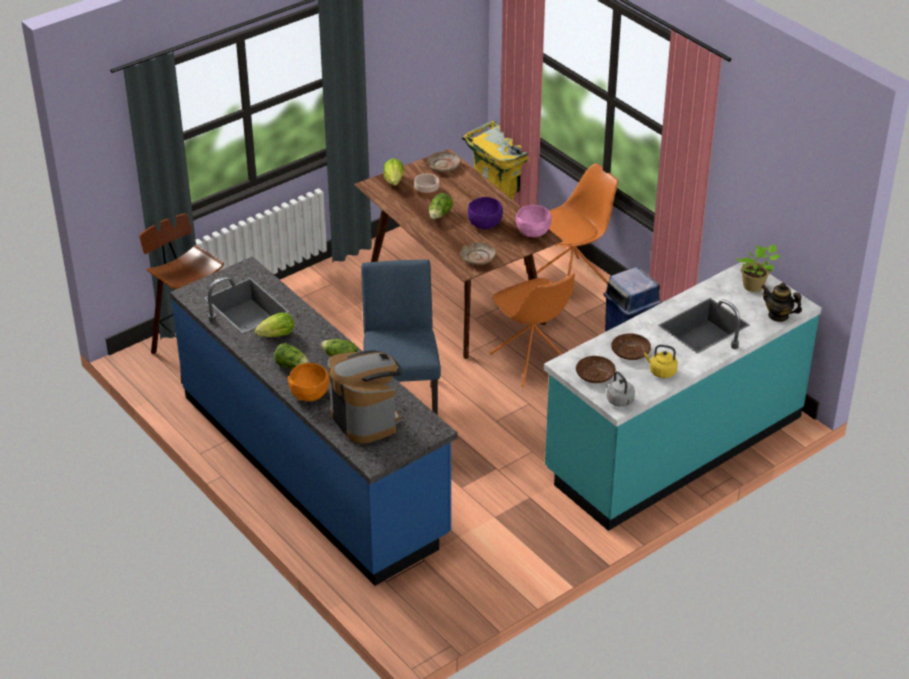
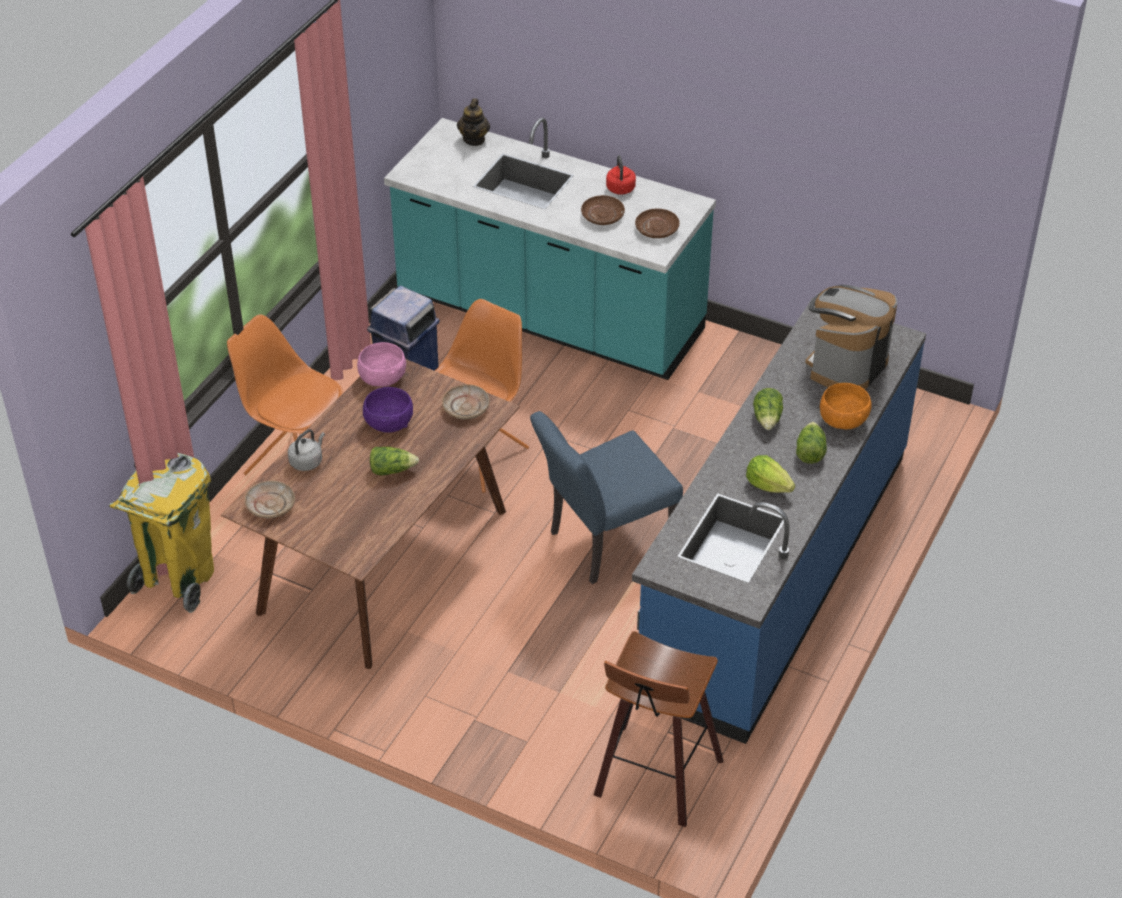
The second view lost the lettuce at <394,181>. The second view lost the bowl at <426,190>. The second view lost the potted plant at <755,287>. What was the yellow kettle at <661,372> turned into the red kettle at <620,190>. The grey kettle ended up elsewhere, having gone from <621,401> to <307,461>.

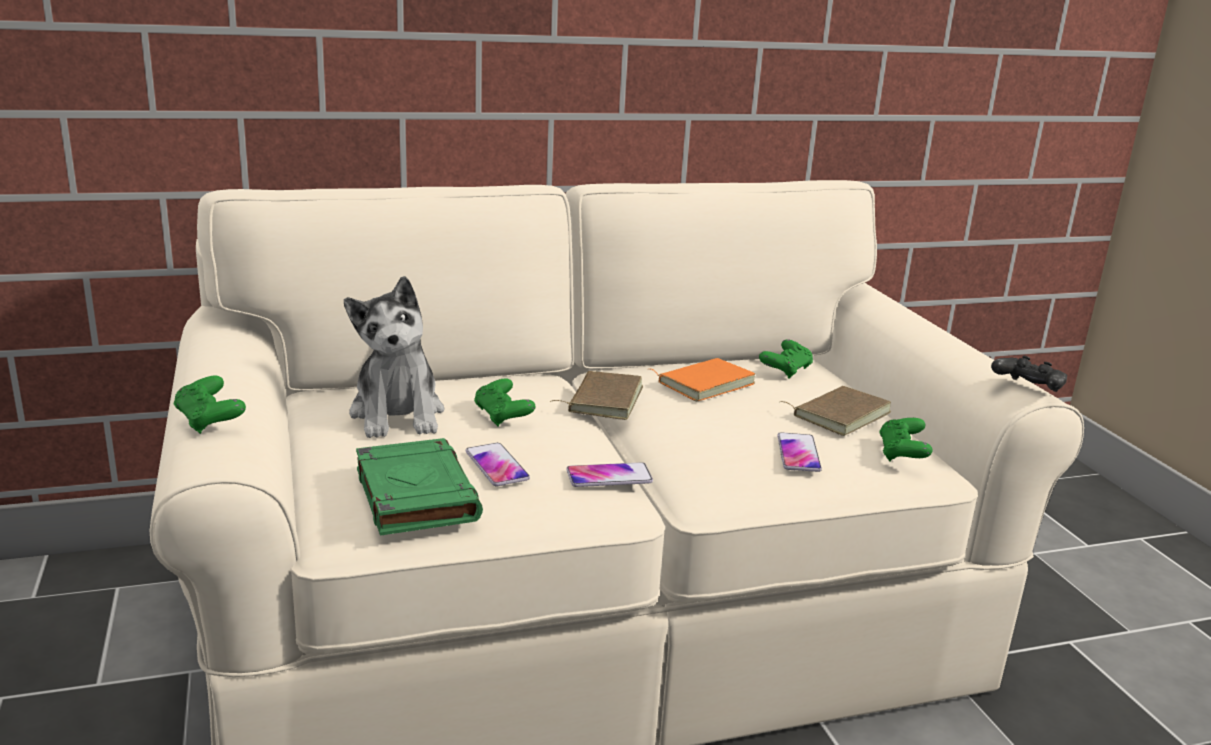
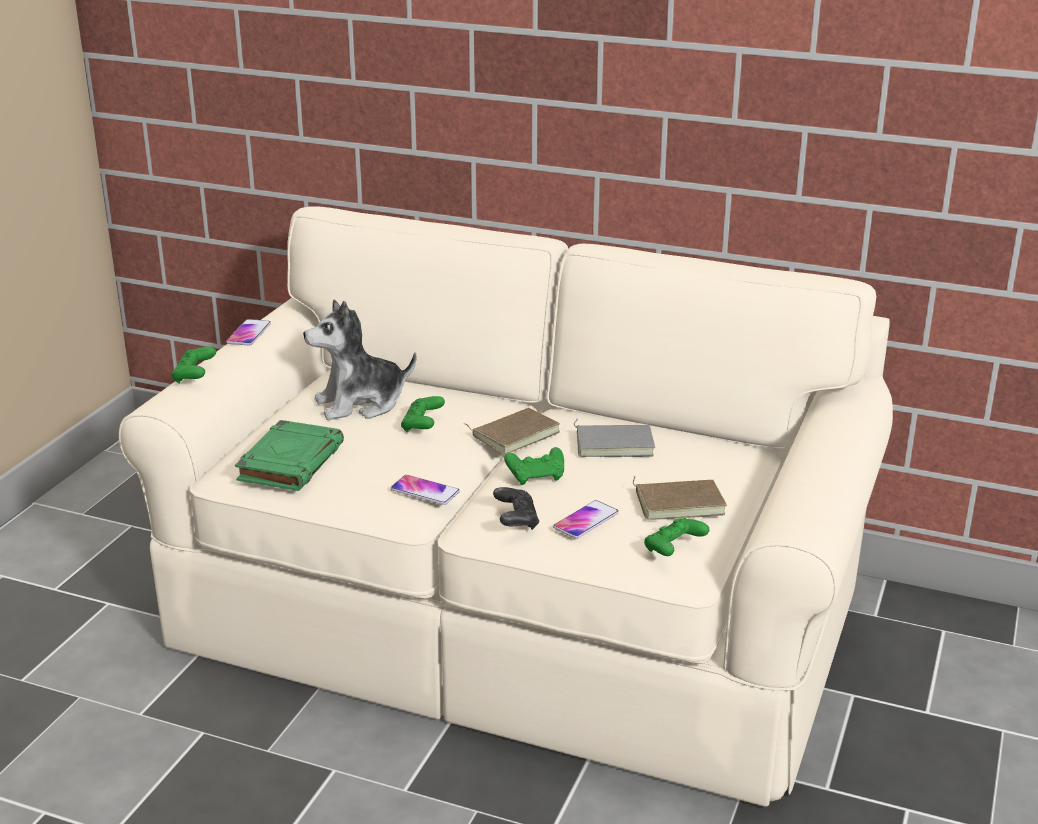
The plush toy at <398,414> ended up facing another way, 45 degrees clockwise from before. The green game controller ended up elsewhere, having gone from <786,370> to <536,477>. The black game controller ended up elsewhere, having gone from <1027,389> to <516,520>. What was the orange book at <704,383> turned into the grey book at <614,444>. The phone ended up elsewhere, having gone from <496,466> to <249,333>.

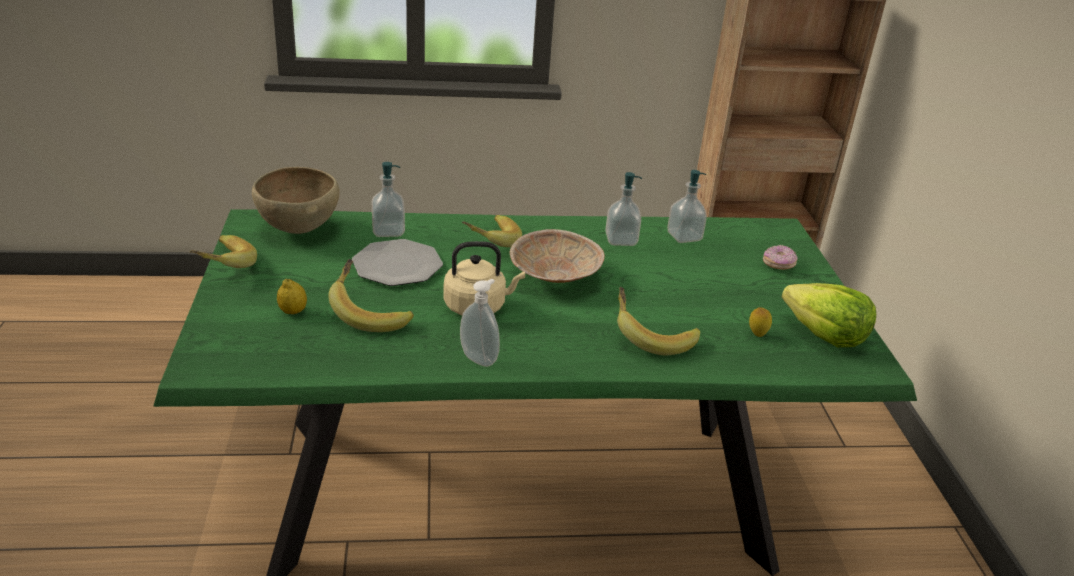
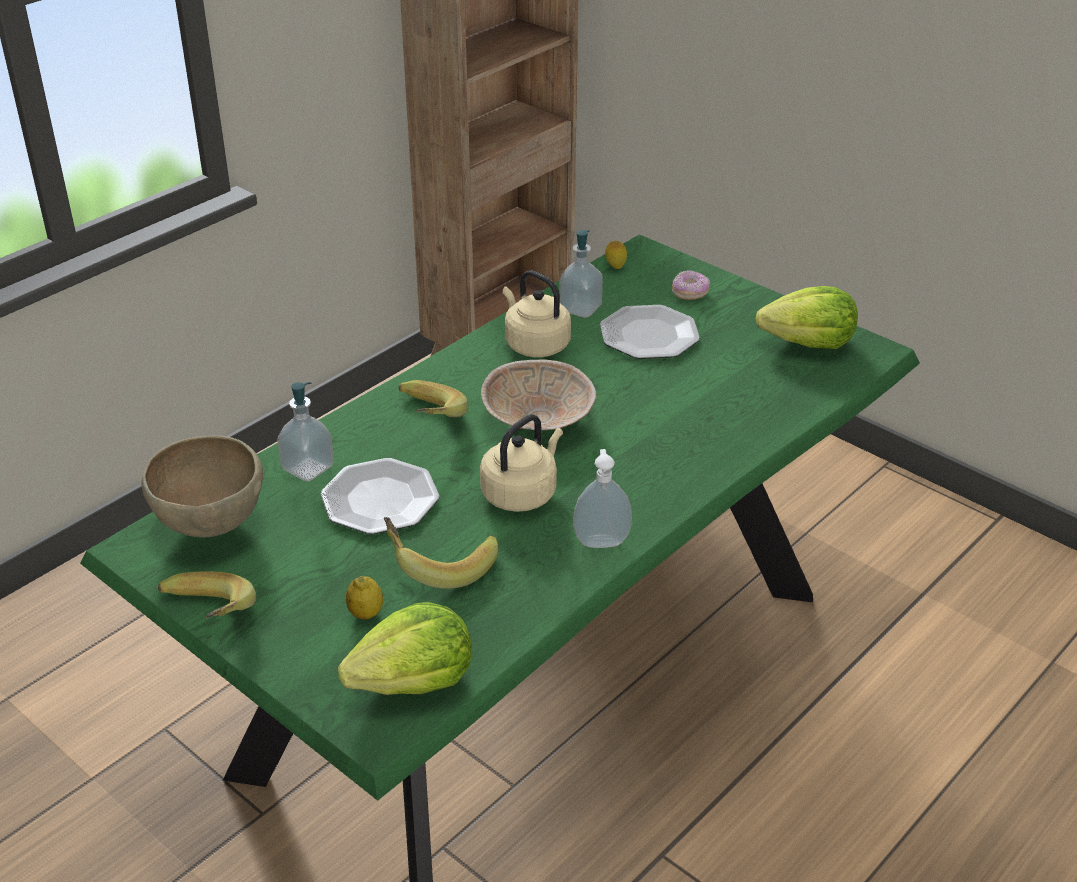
Where the soap dispenser stood at <621,240>, the beige kettle came to stand at <534,344>. The second view lost the banana at <651,337>. The lemon ended up elsewhere, having gone from <757,334> to <615,267>. The second view gained the plate at <649,335>. The second view gained the lettuce at <414,681>.

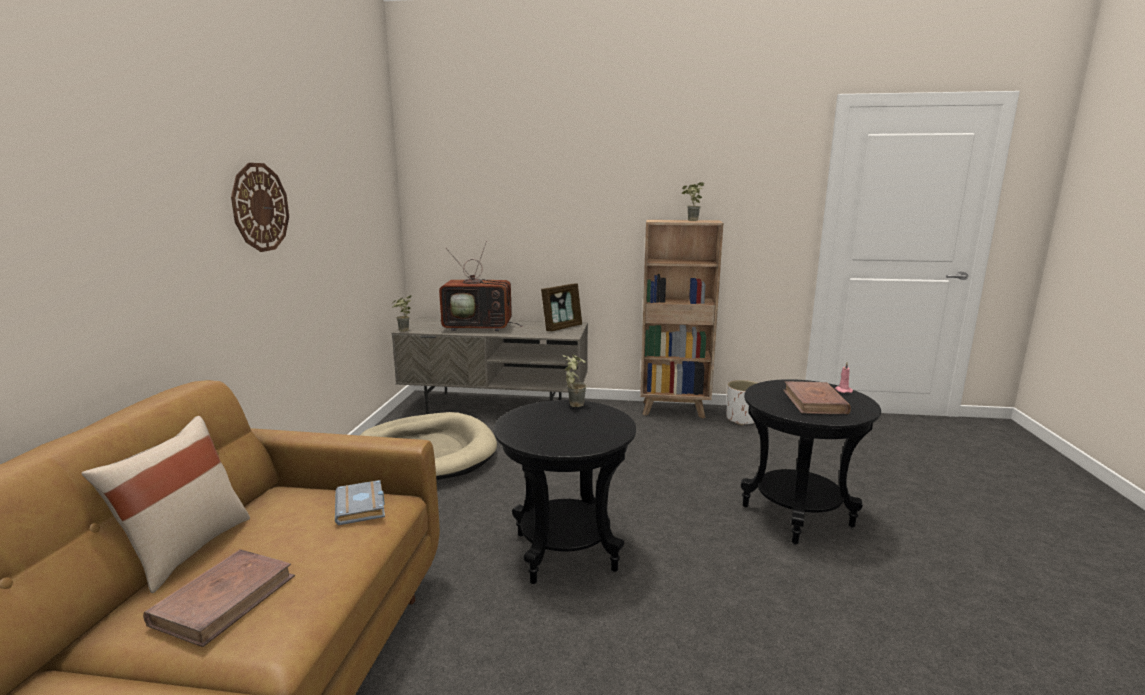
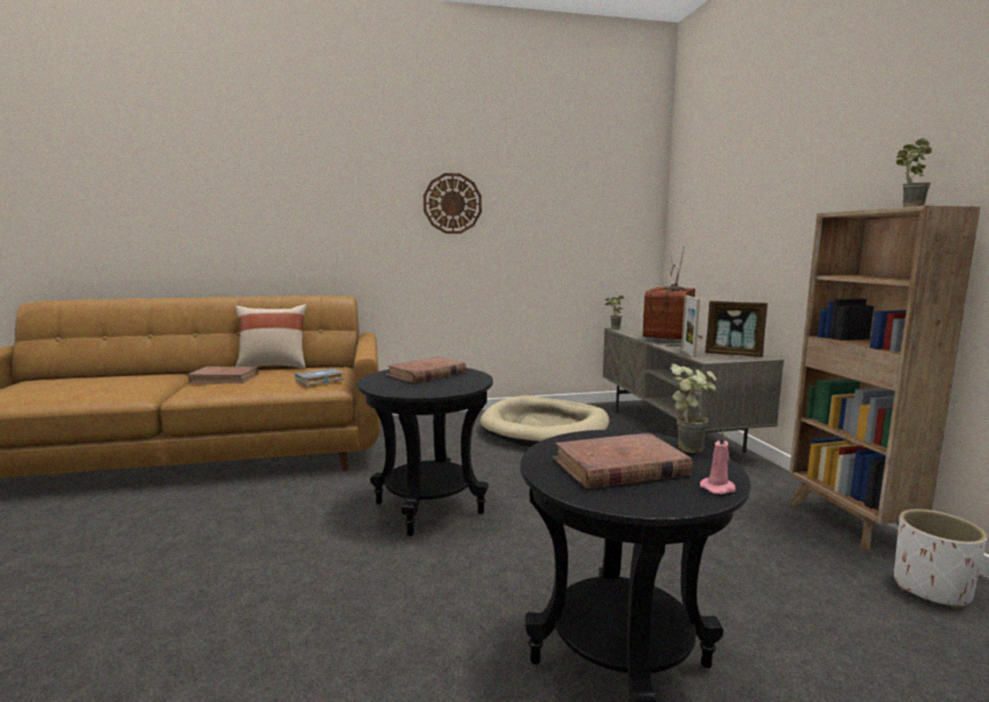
The television at <480,327> ended up facing another way, 45 degrees clockwise from before. The potted plant ended up elsewhere, having gone from <573,403> to <691,447>. The second view gained the picture frame at <688,353>. The second view gained the brown book at <426,374>.

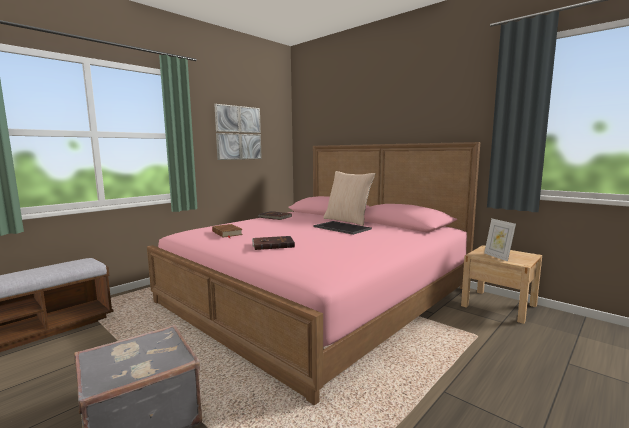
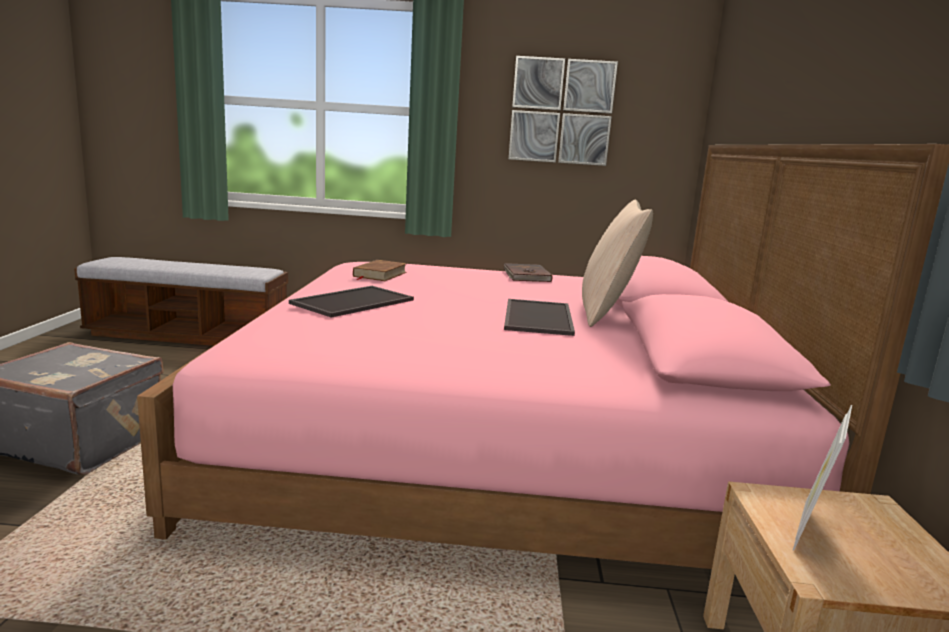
Where the brown book stood at <272,244>, the tray came to stand at <353,301>.

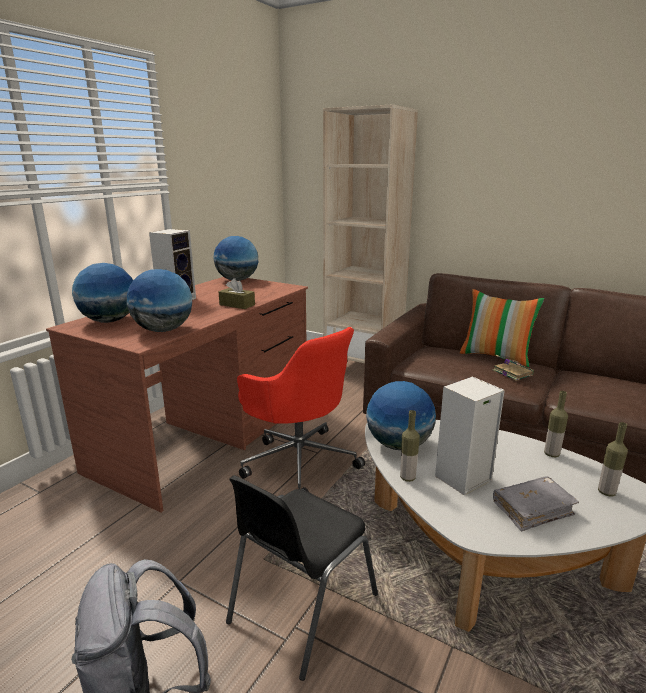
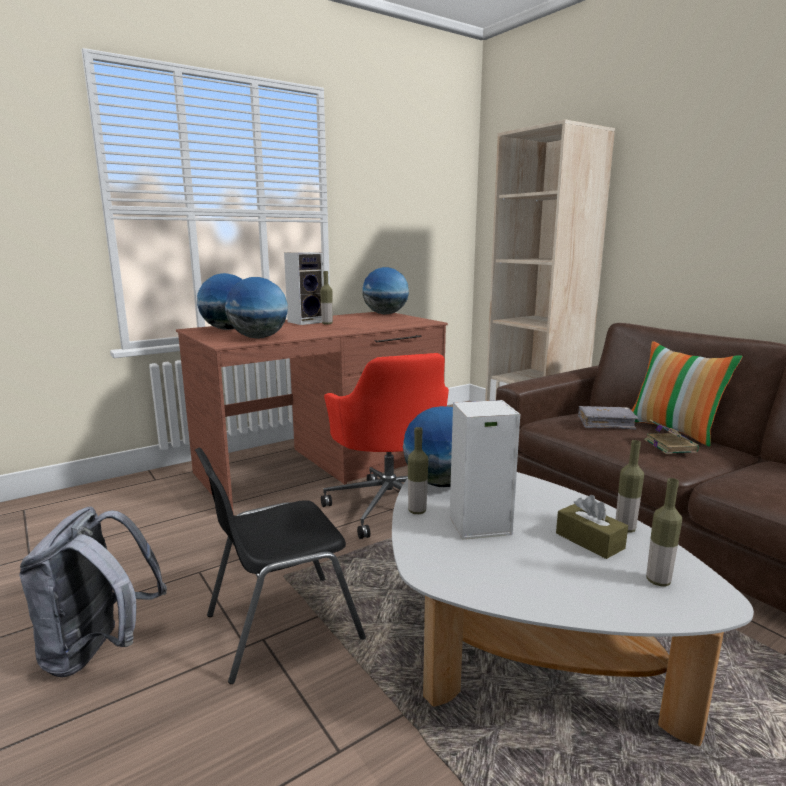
The brown tissue box ended up elsewhere, having gone from <237,305> to <589,541>. The grey book ended up elsewhere, having gone from <532,509> to <606,423>. The second view gained the bottle at <327,324>.

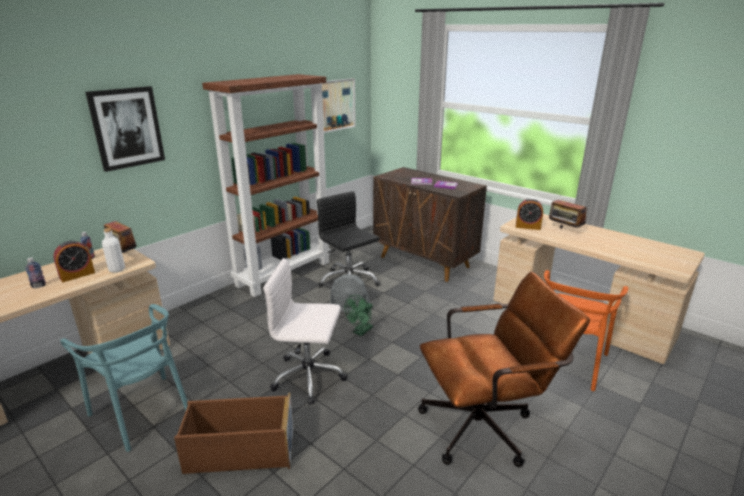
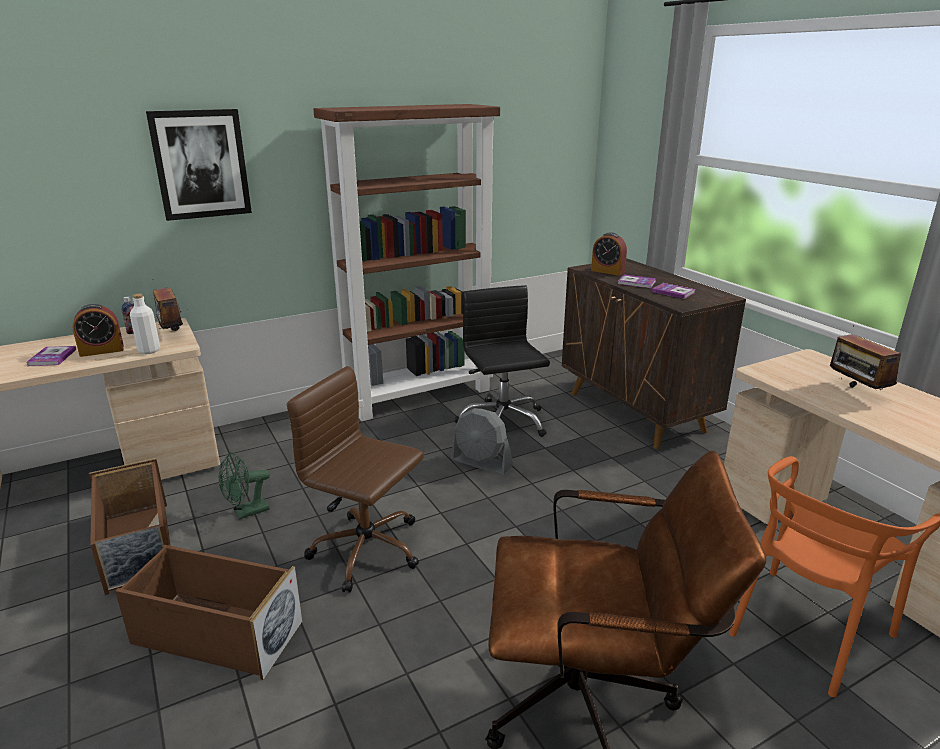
The second view lost the picture at <336,105>. The alarm clock ended up elsewhere, having gone from <528,227> to <607,271>. Where the bottle stood at <39,286>, the book came to stand at <52,357>. What was the white office chair at <310,377> turned into the brown office chair at <368,551>. The green fan ended up elsewhere, having gone from <360,331> to <246,512>. Where the turquoise chair stood at <143,412>, the brown storage box came to stand at <138,547>.

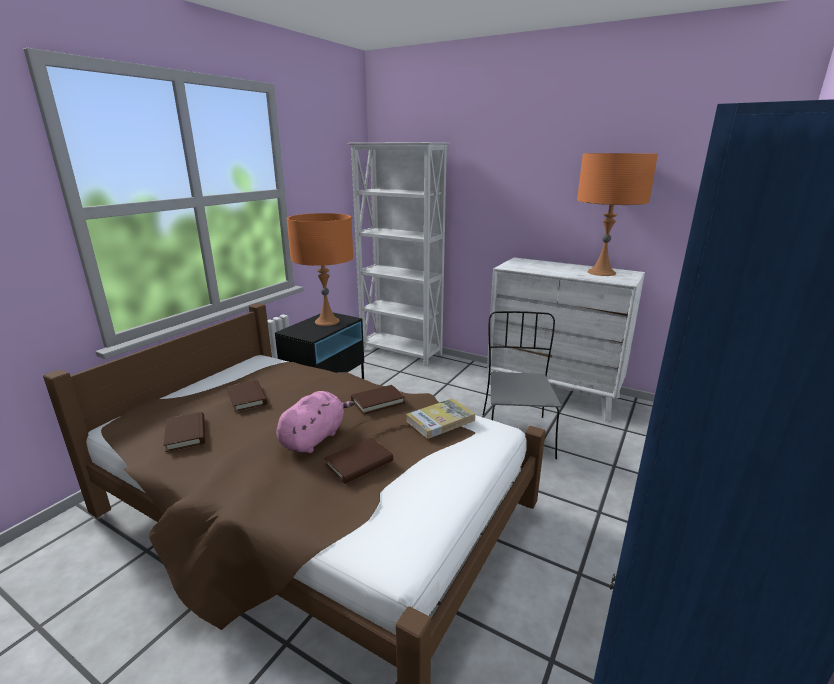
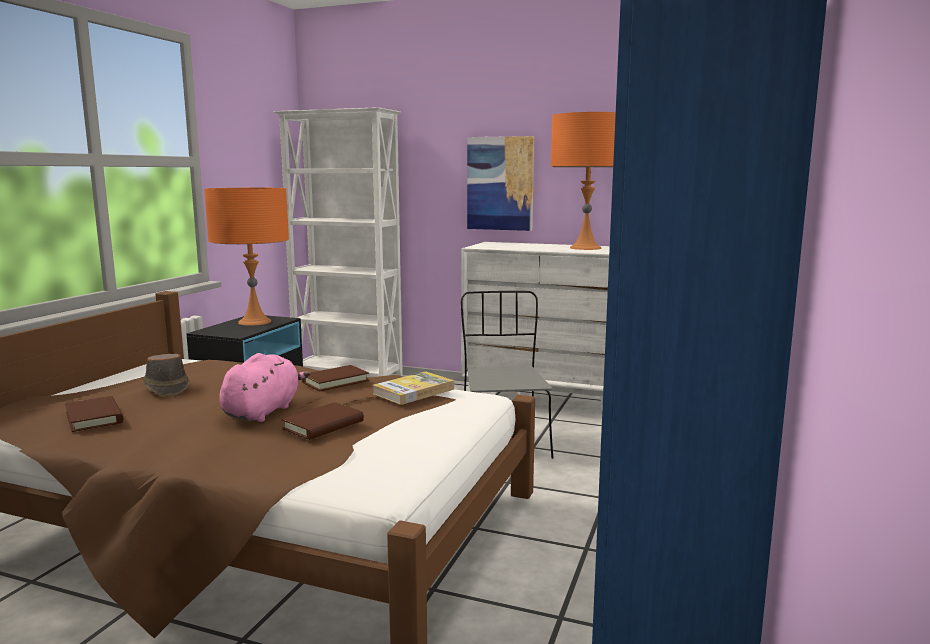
Where the brown book stood at <247,398>, the brown hat came to stand at <166,388>. The second view gained the picture at <500,183>.

